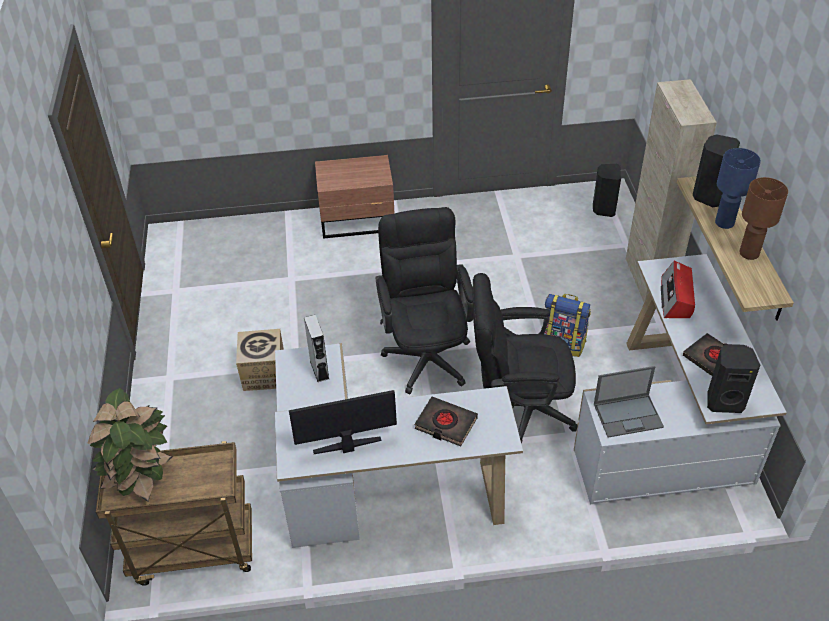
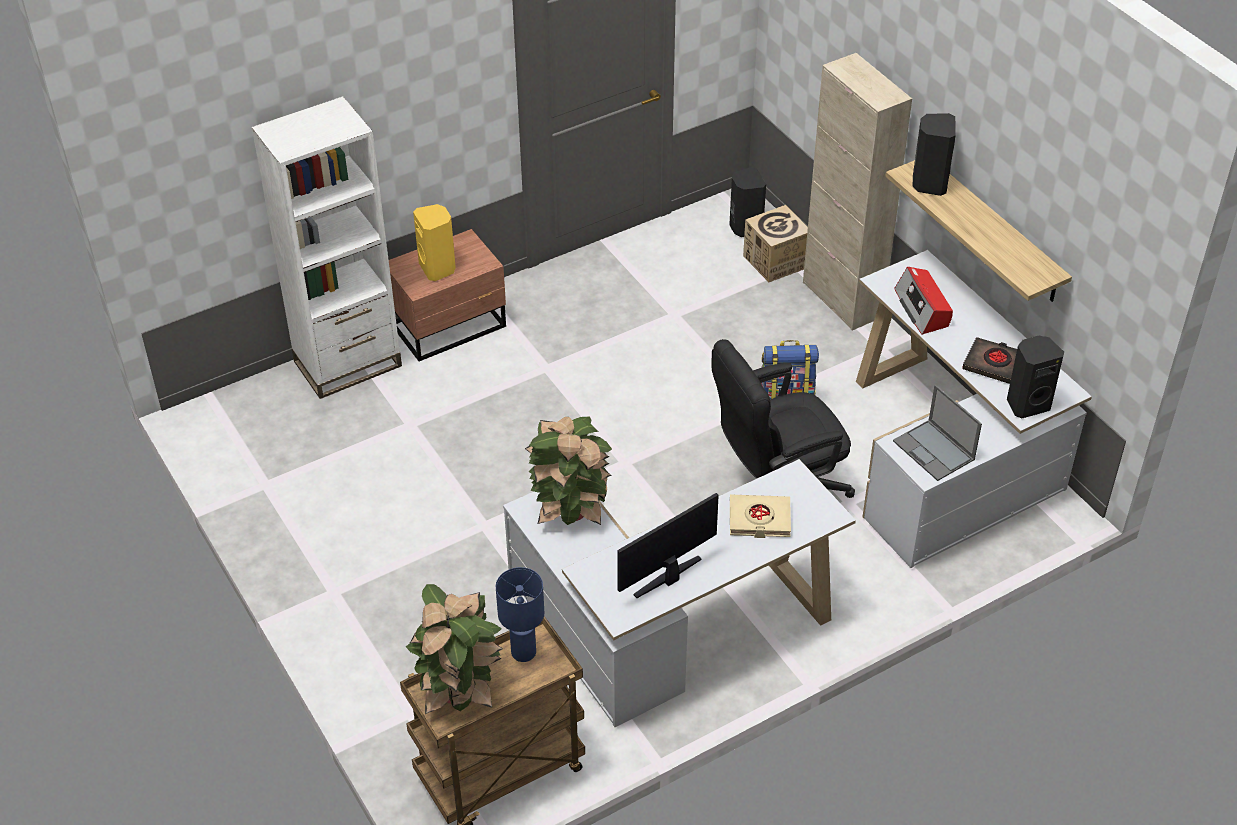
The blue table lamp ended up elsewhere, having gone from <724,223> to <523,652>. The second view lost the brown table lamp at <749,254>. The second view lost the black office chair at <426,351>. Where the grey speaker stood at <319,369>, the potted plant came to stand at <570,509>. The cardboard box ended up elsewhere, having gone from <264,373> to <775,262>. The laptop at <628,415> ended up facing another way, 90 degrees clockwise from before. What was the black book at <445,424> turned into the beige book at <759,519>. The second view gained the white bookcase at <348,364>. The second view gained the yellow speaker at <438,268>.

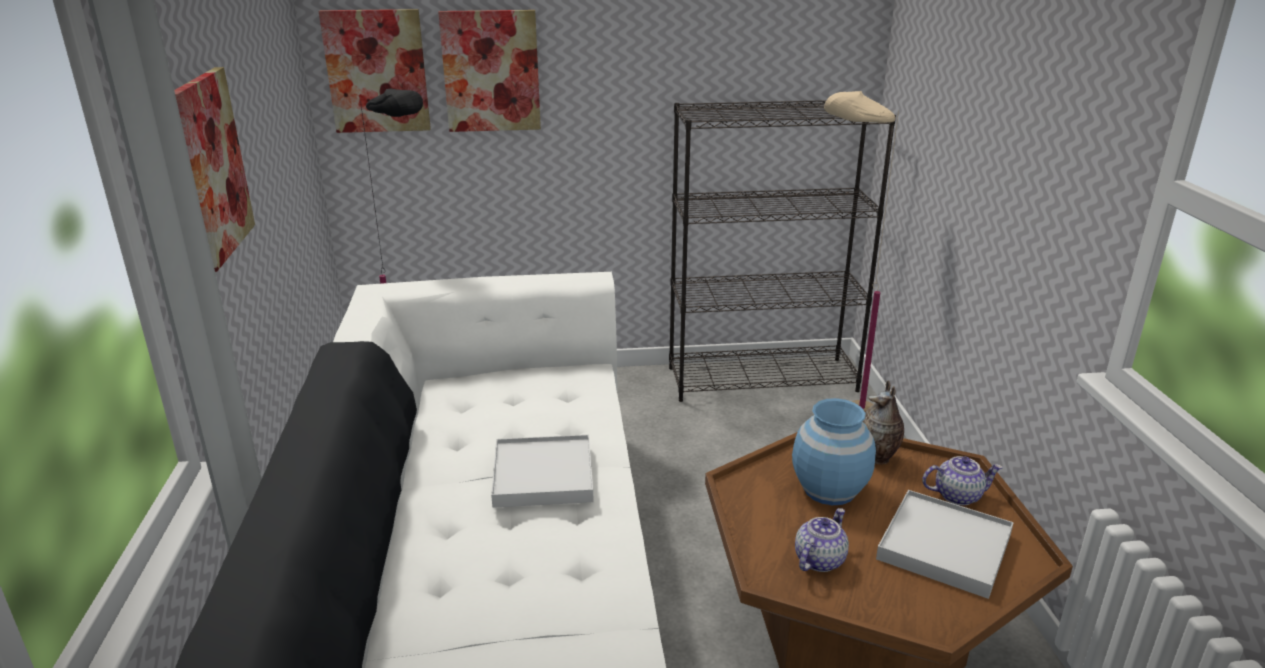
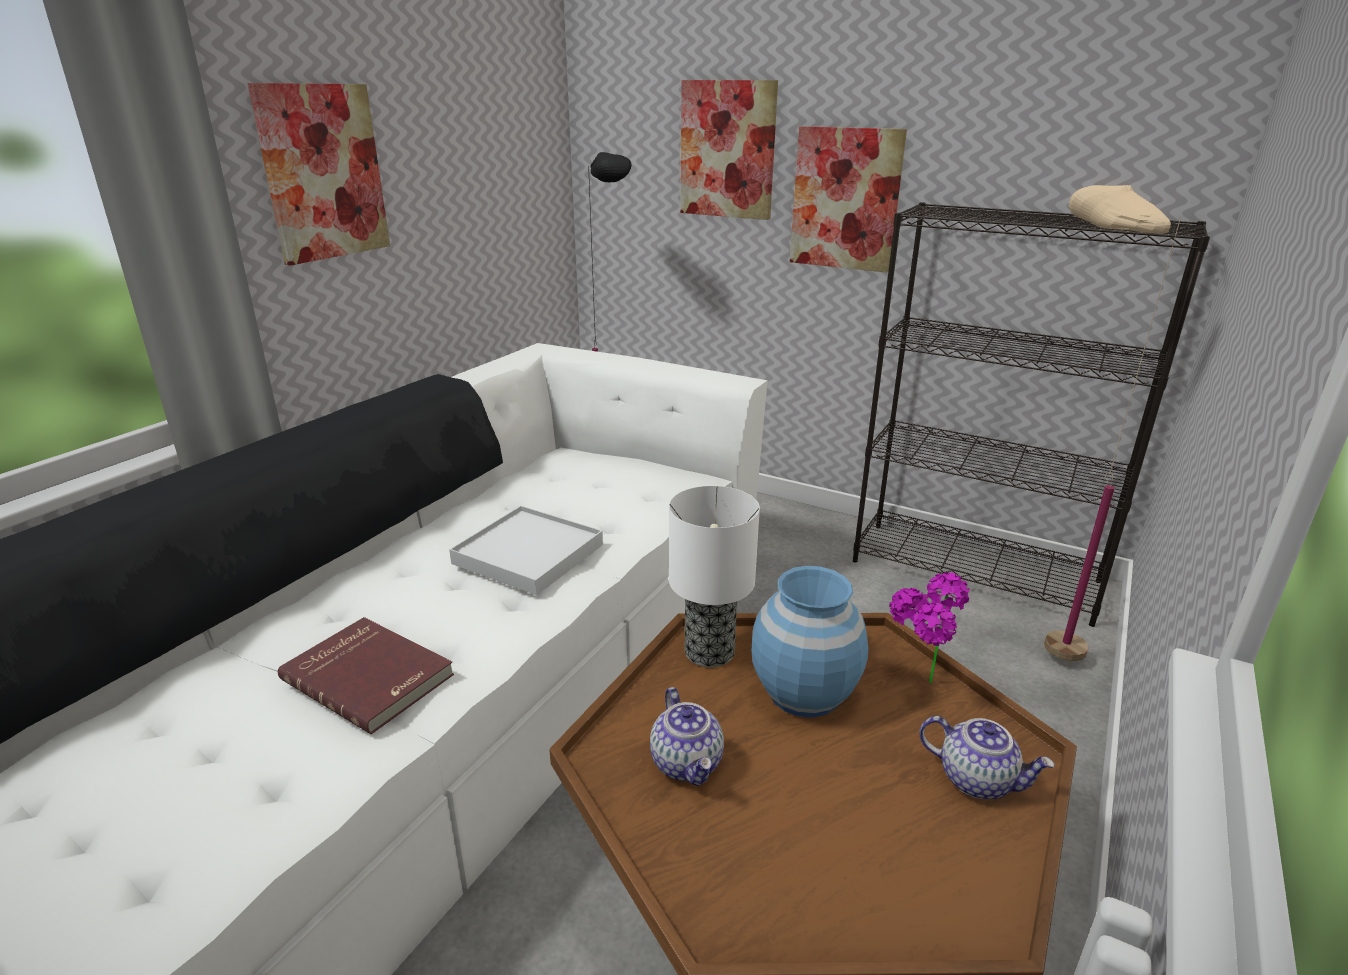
The picture ended up elsewhere, having gone from <377,71> to <845,199>. Where the vase stood at <879,458>, the potted plant came to stand at <916,685>. The second view lost the white tray at <944,547>. The teapot at <819,559> ended up facing another way, 90 degrees clockwise from before. The second view gained the table lamp at <710,651>. The second view gained the red book at <370,676>.

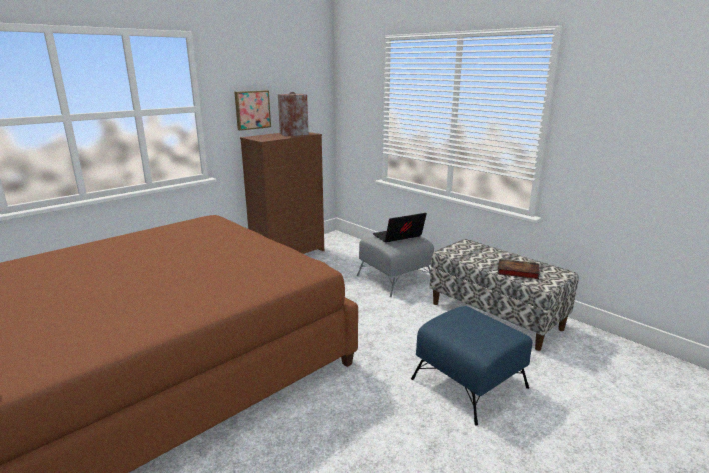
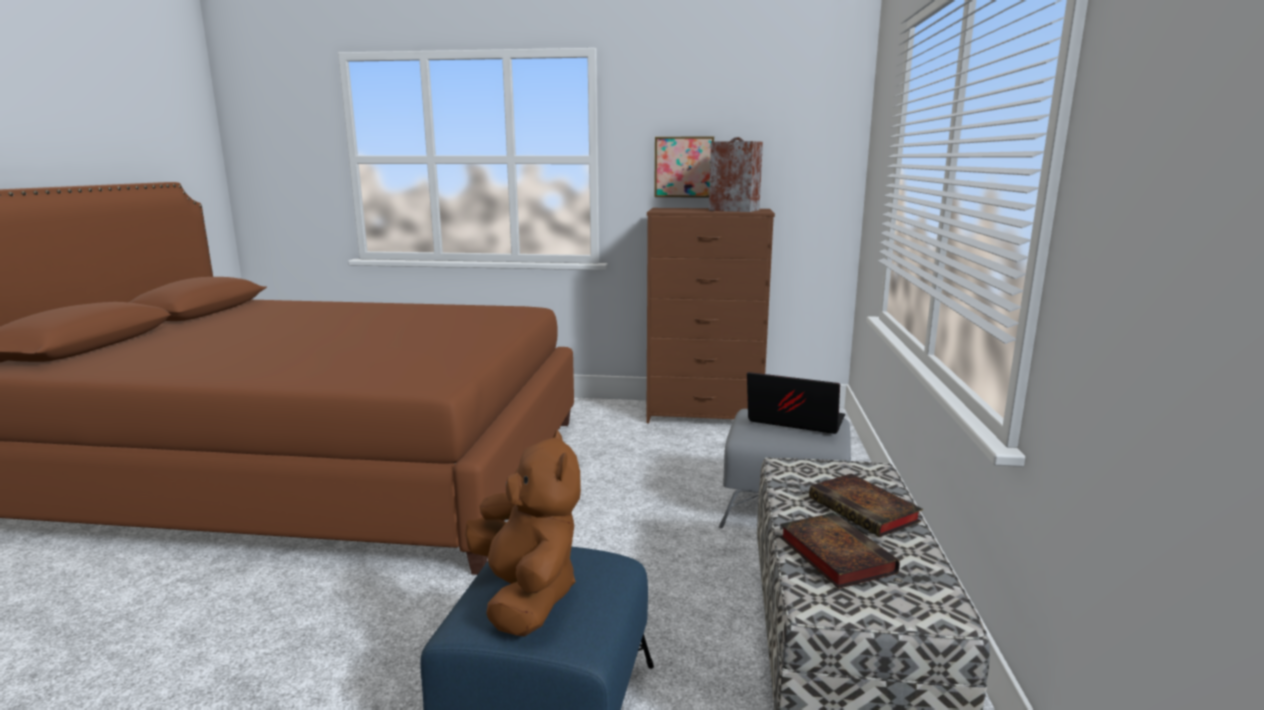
The second view gained the brown plush toy at <526,595>. The second view gained the book at <866,511>.

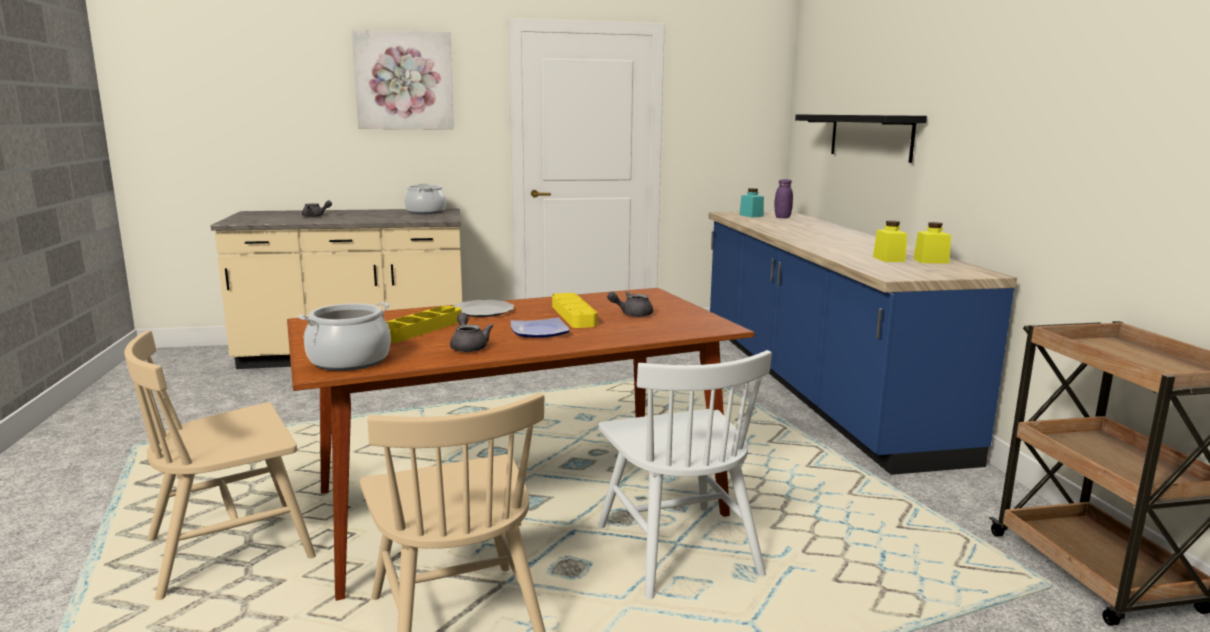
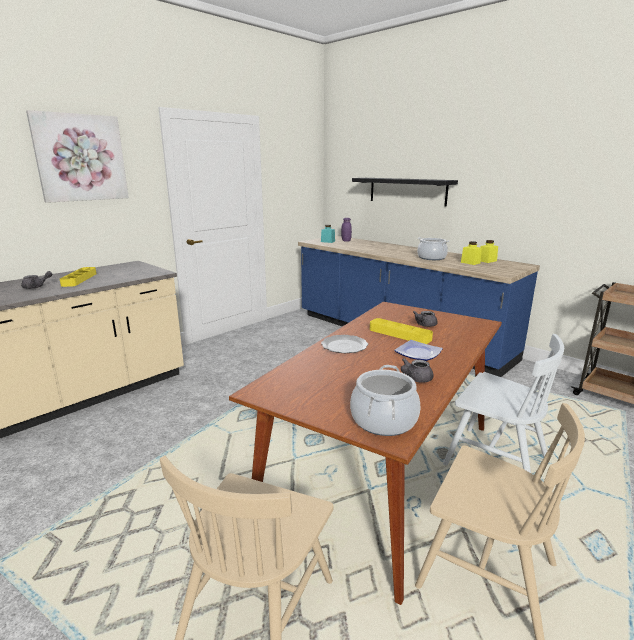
The cooking pot ended up elsewhere, having gone from <425,212> to <431,258>. The yellow tray ended up elsewhere, having gone from <420,329> to <79,279>. The grey teapot at <468,346> ended up facing another way, 75 degrees counterclockwise from before.

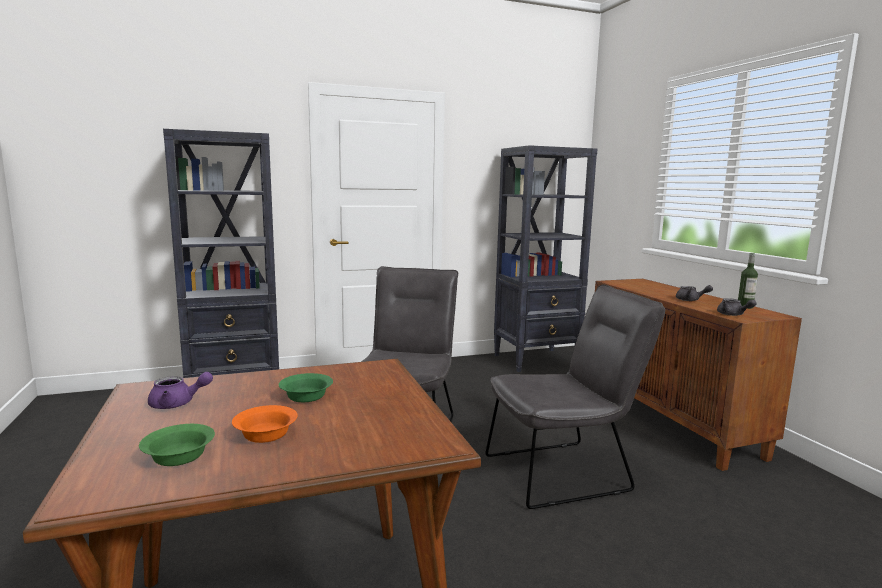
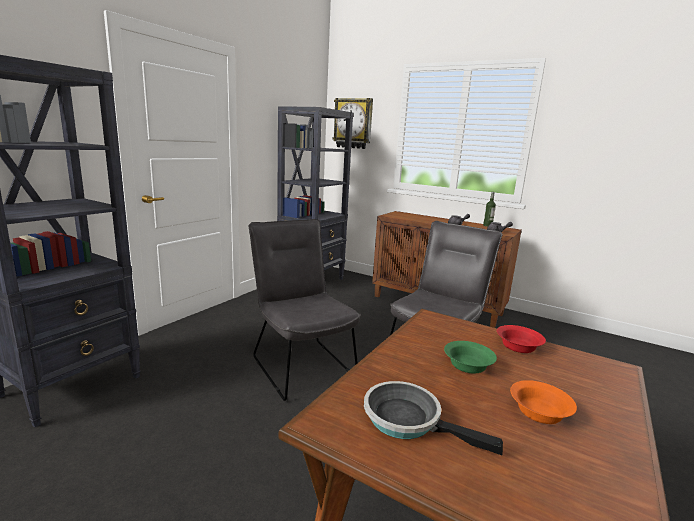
Where the purple teapot stood at <178,404>, the frying pan came to stand at <408,420>. The second view lost the green bowl at <179,457>. The second view gained the wall clock at <353,123>. The second view gained the red bowl at <518,347>.

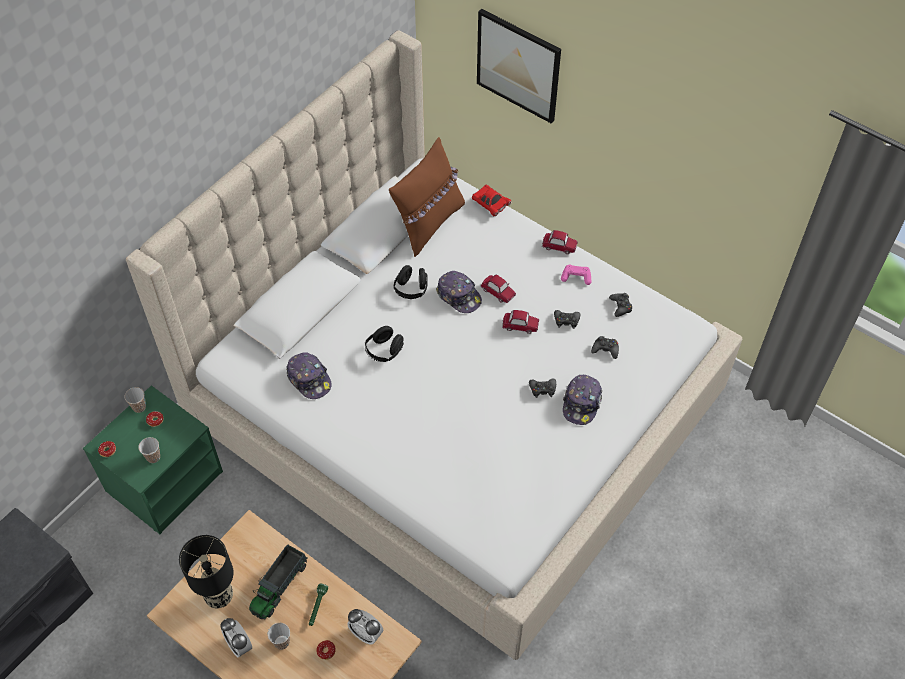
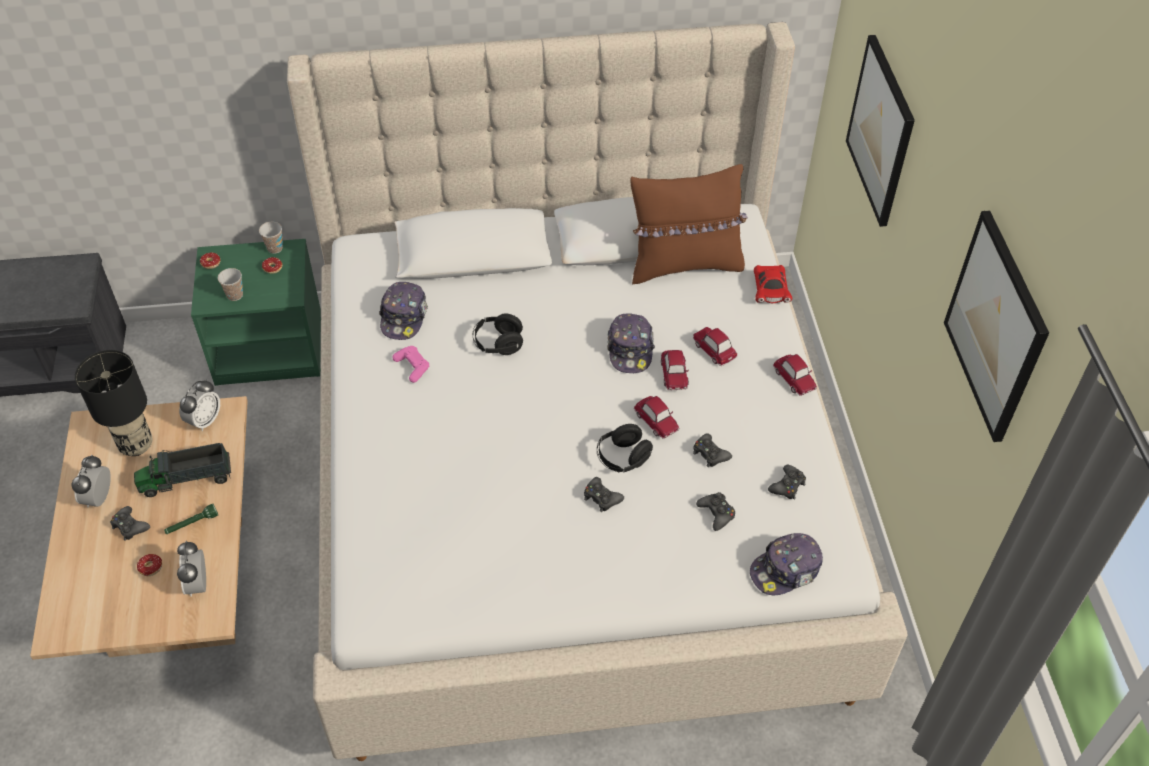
The black headphones ended up elsewhere, having gone from <411,289> to <623,458>. The pink game controller ended up elsewhere, having gone from <576,277> to <412,367>. The cap ended up elsewhere, having gone from <581,403> to <786,570>. Where the cup stood at <281,642>, the black game controller came to stand at <130,526>. The second view gained the picture at <996,326>. The second view gained the toy car at <714,350>. The second view gained the alarm clock at <204,420>.

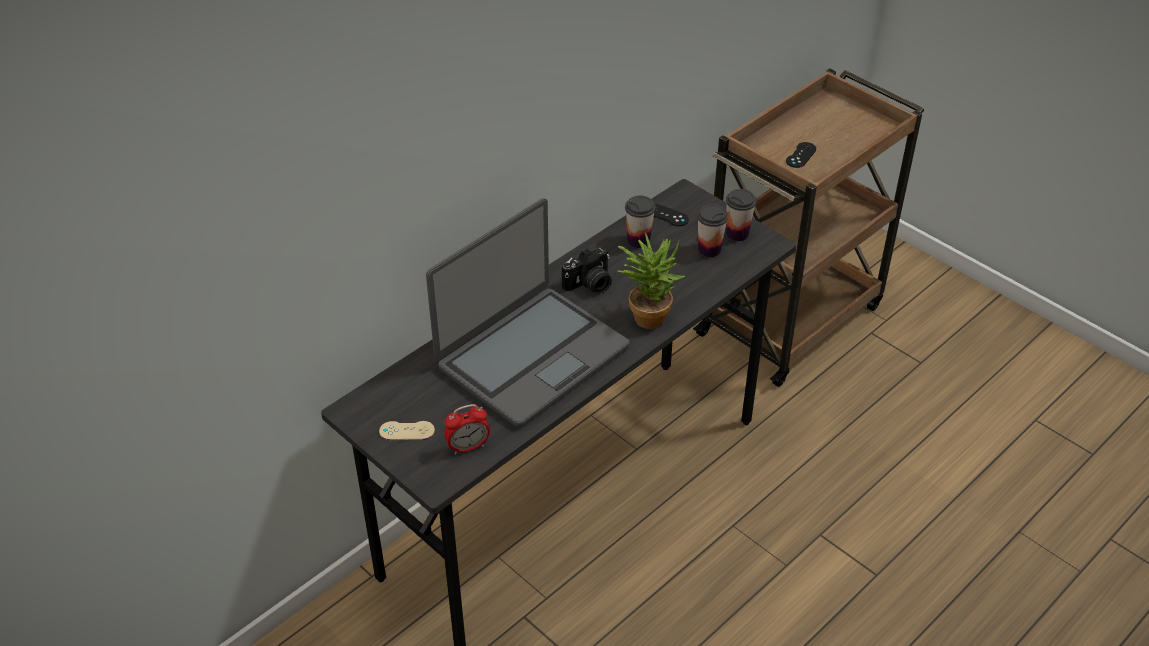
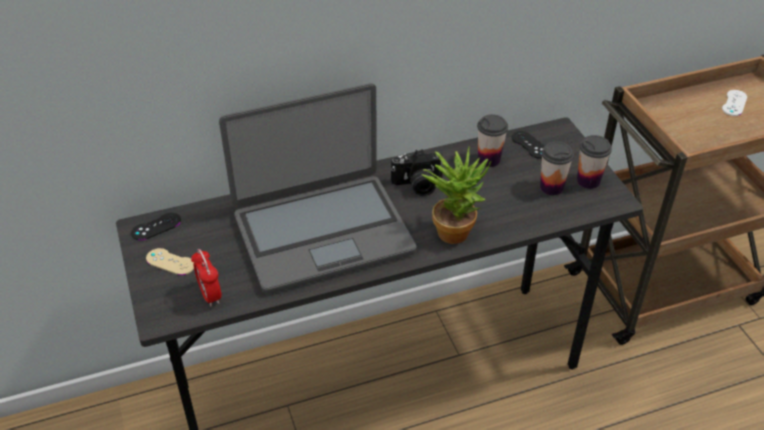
The black game controller ended up elsewhere, having gone from <801,155> to <156,227>. The alarm clock at <468,447> ended up facing another way, 60 degrees clockwise from before. The second view gained the white game controller at <734,103>.

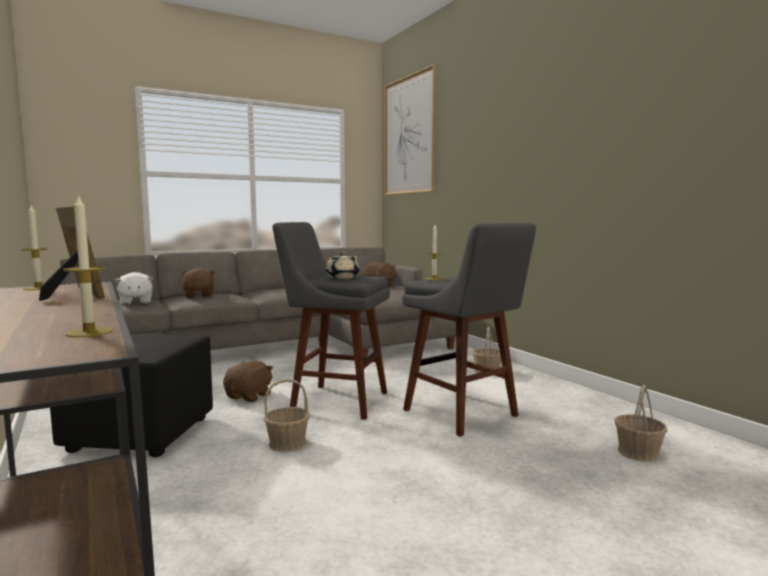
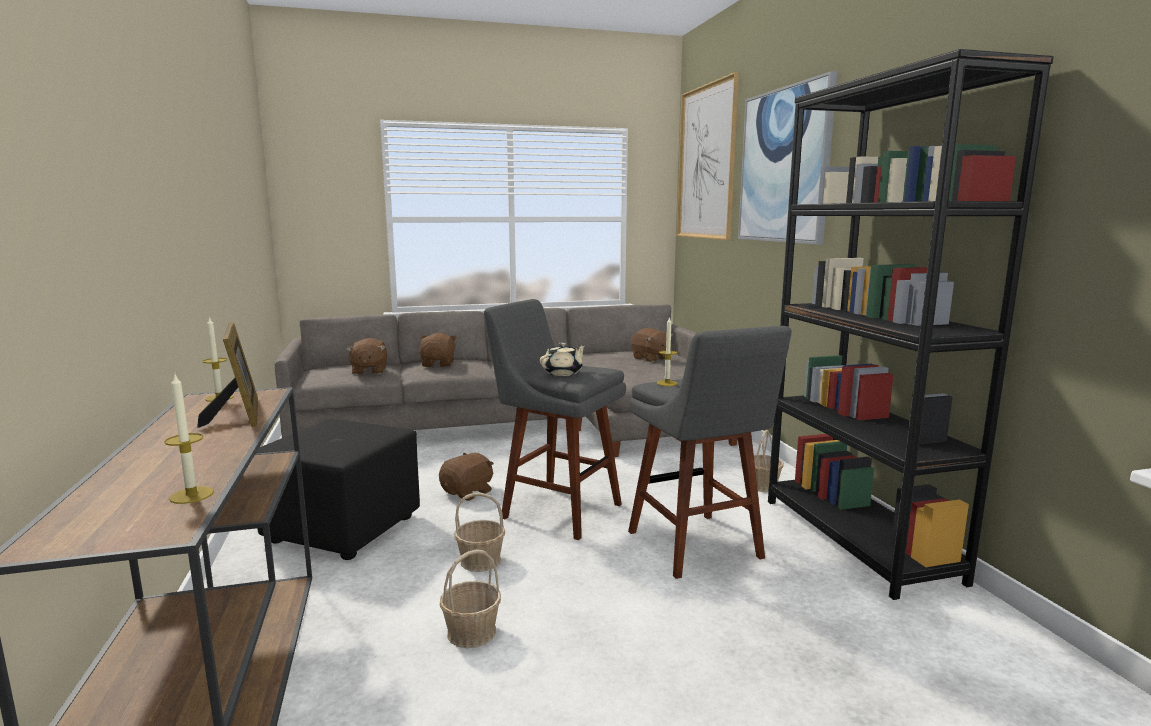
What was the white plush toy at <135,302> turned into the brown plush toy at <369,371>. The basket ended up elsewhere, having gone from <638,453> to <471,632>. The second view gained the black bookcase at <857,539>. The second view gained the picture at <784,166>.

